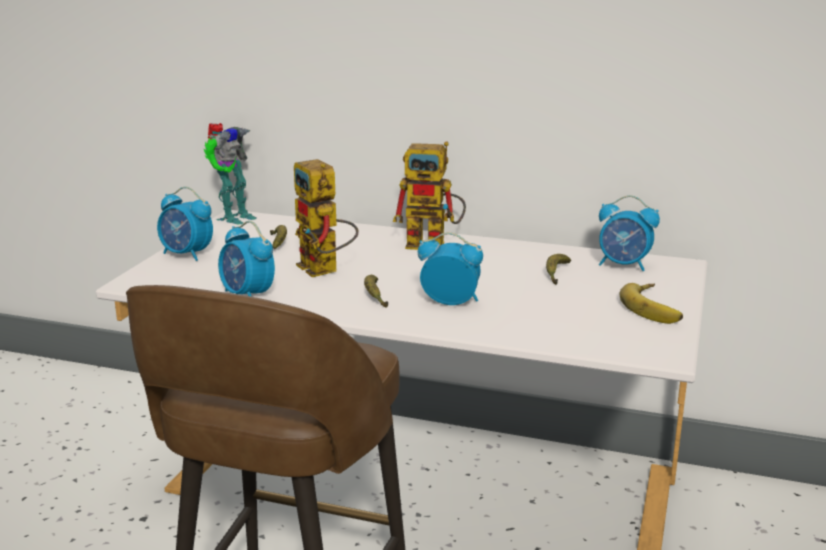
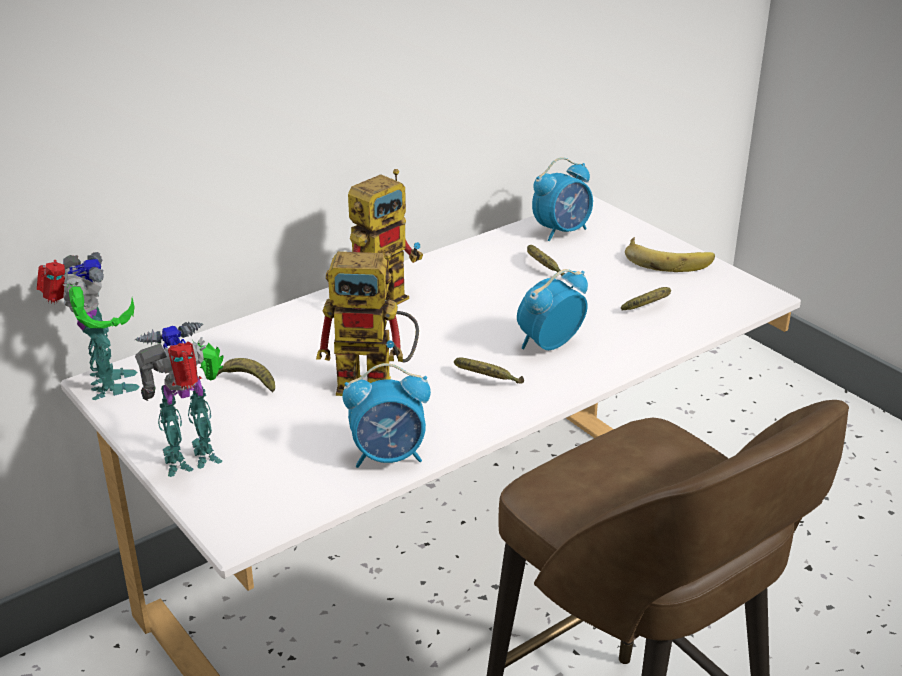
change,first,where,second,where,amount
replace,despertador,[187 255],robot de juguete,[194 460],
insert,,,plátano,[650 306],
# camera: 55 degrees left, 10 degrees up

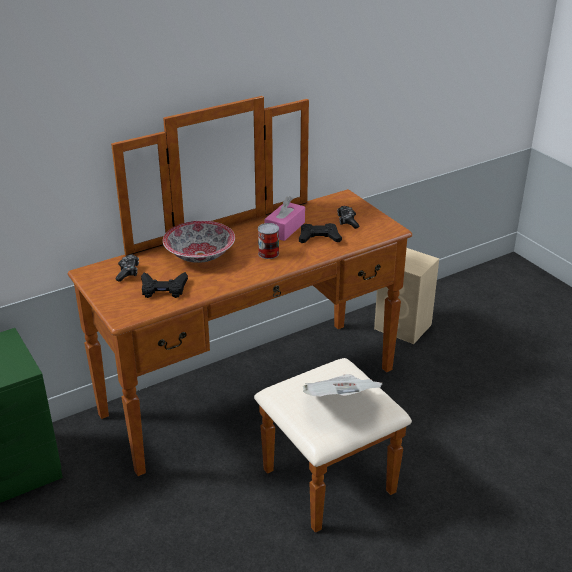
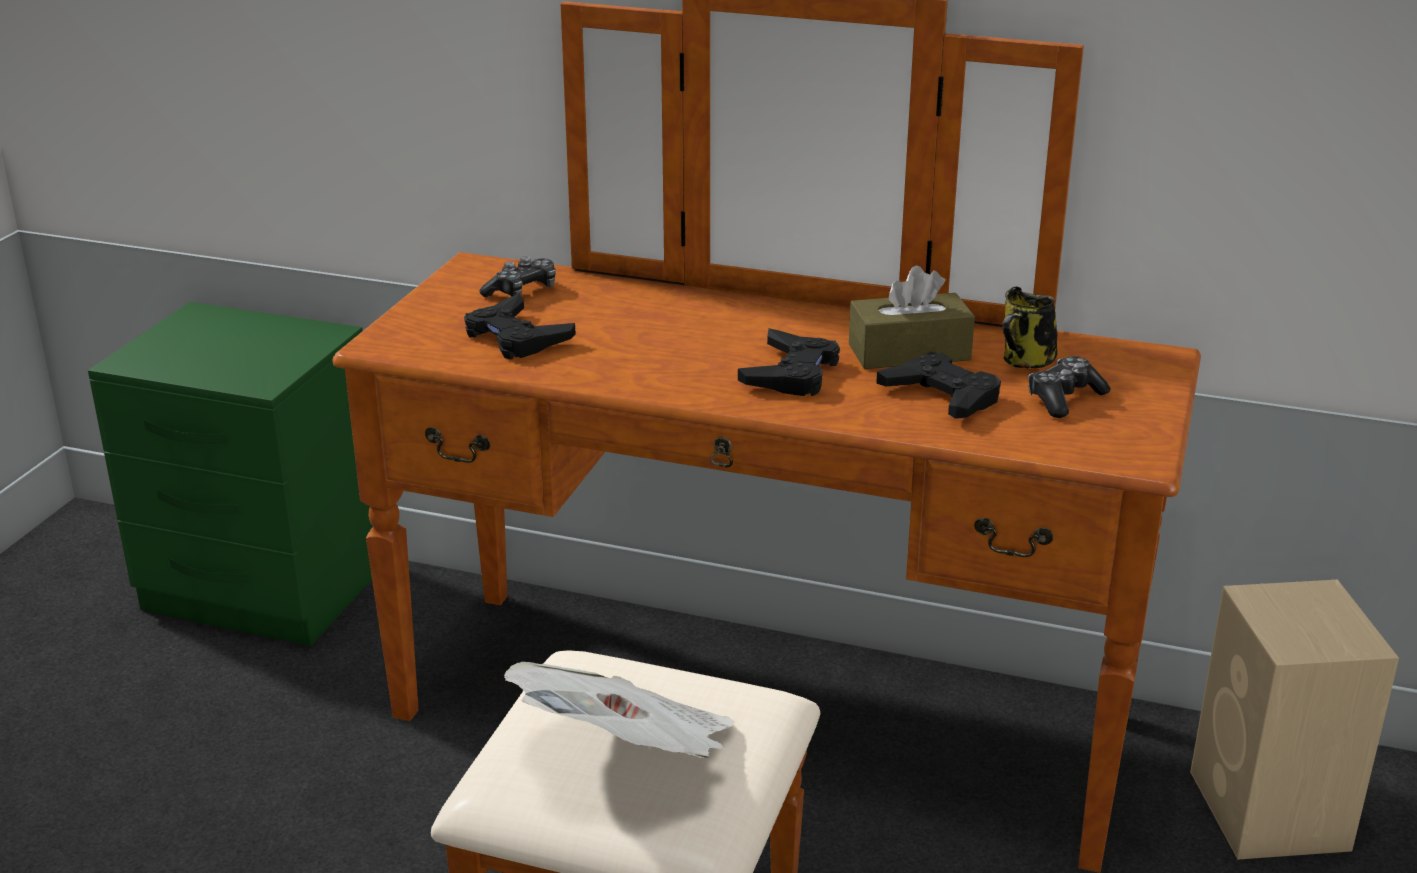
change,first,where,second,where,amount
recolor,caja de pañuelos [rosa],[285 229],caja de pañuelos [marrón],[909 352],
delete,cuenco,[199 255],,,
replace,lata,[268 253],mando de consola [negro],[791 373],
insert,,,taza grande,[1025 362],
# camera: 50 degrees right, 5 degrees down

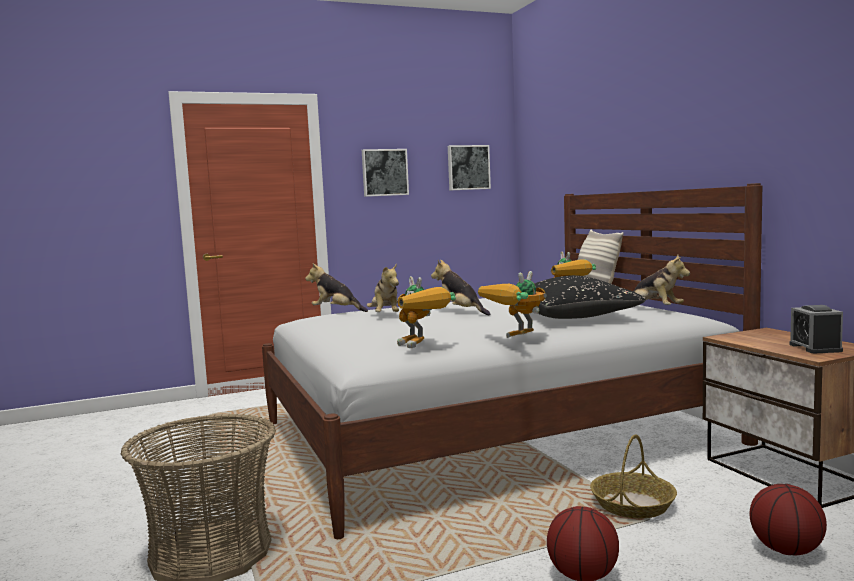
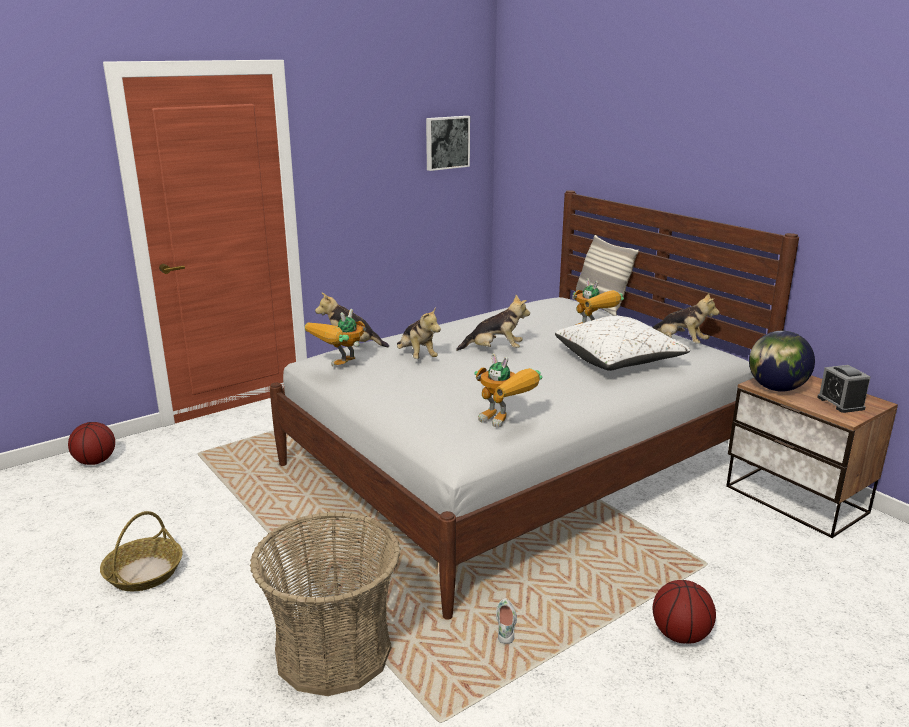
change,first,where,second,where,amount
delete,cuadro,[384 172],,,
rotate,peluche,[460 312],,[494 350],150 degrees clockwise
move,robot de juguete,[517 339],,[340 368],
recolor,cojín [negro],[577 317],cojín [blanco],[619 360],
move,cesta,[632 504],,[144 572],
move,balón de baloncesto,[786 550],,[95 462],
insert,,,globo terráqueo,[776 388],
insert,,,zapato [blanco],[506 625],
# camera: 15 degrees left, 15 degrees up

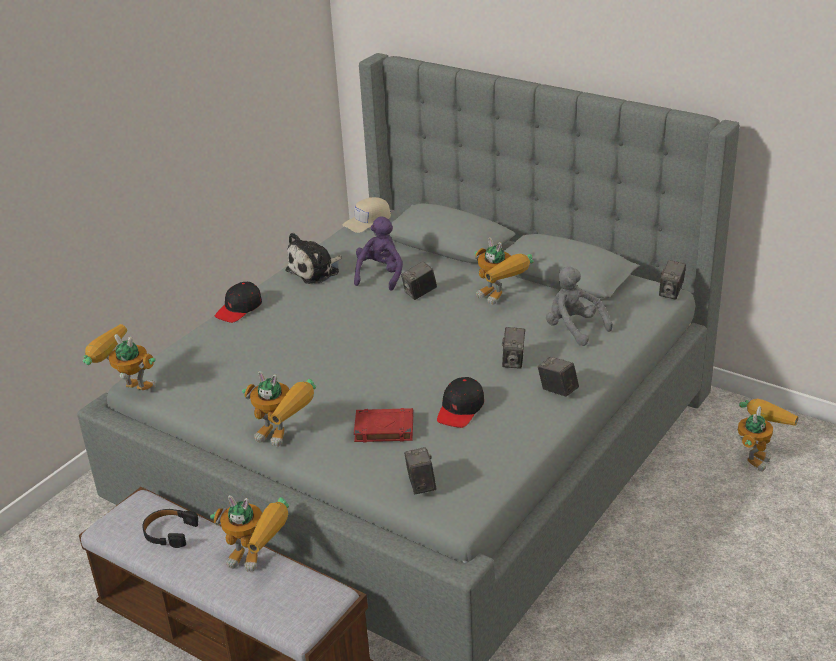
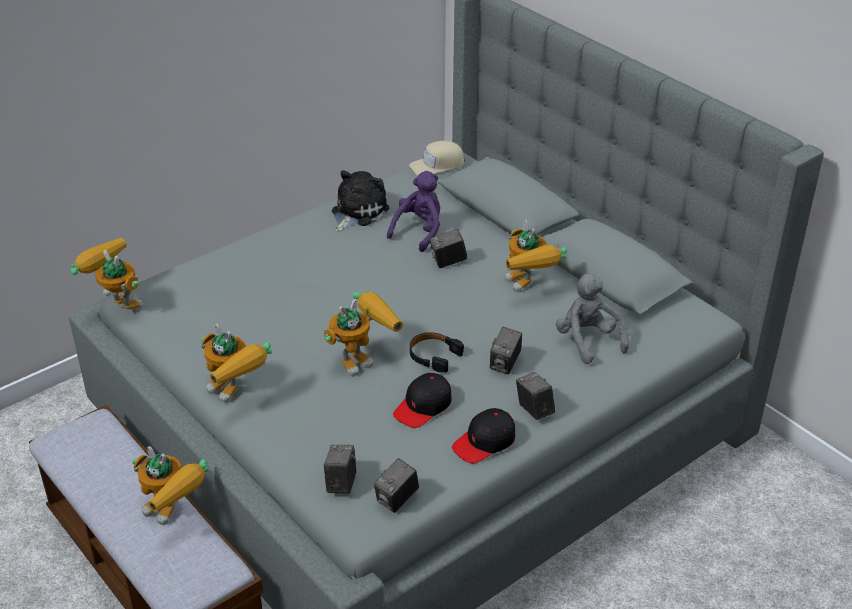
change,first,where,second,where,amount
rotate,peluche,[315 271],,[357 212],150 degrees clockwise
move,cámara,[671 293],,[397 499],
move,gorra [negro],[239 309],,[484 442],
move,robot de juguete,[756 455],,[362 357],
delete,libro [rojo],[383 429],,,
move,auriculares [negro],[169 532],,[433 356],
# camera: 15 degrees right, 5 degrees up

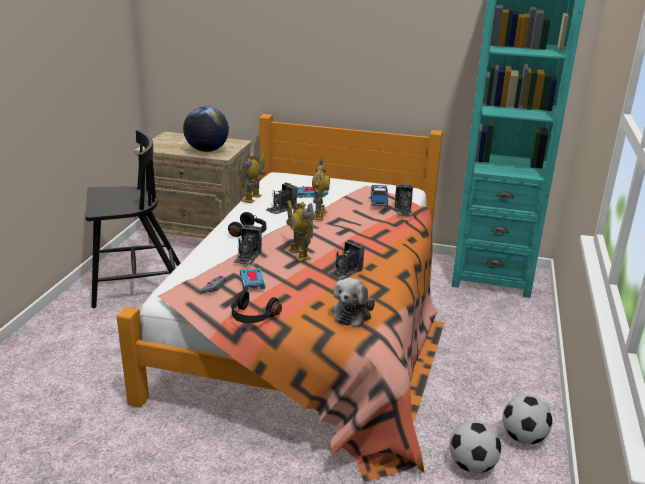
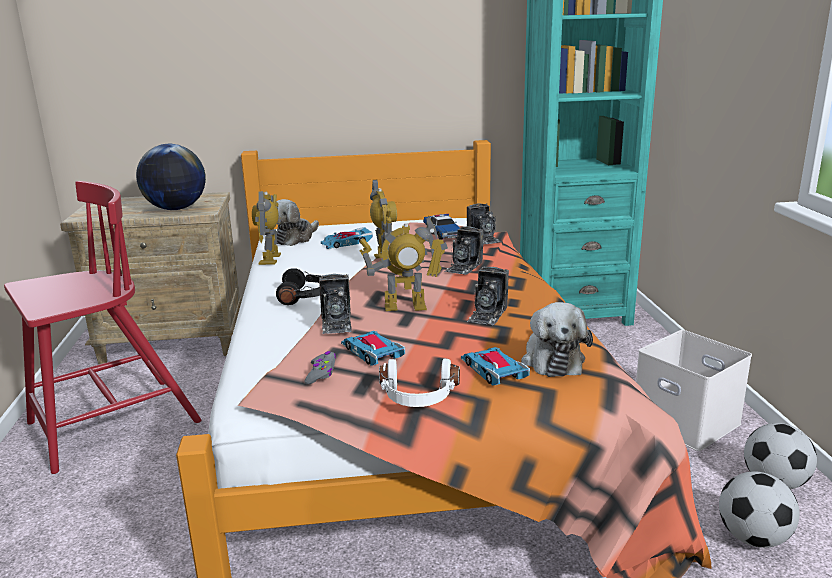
change,first,where,second,where,amount
recolor,silla [negro],[136 285],silla [rojo],[110 424],
move,cámara,[281 209],,[464 267],
rotate,robot de juguete,[299 254],,[405 307],45 degrees counterclockwise
recolor,auriculares [negro],[252 317],auriculares [blanco],[418 398],
insert,,,peluche,[295 238],
insert,,,caja de almacenaje [blanco],[688 421],
insert,,,coche de juguete,[493 371],
# camera: 20 degrees left, 5 degrees down

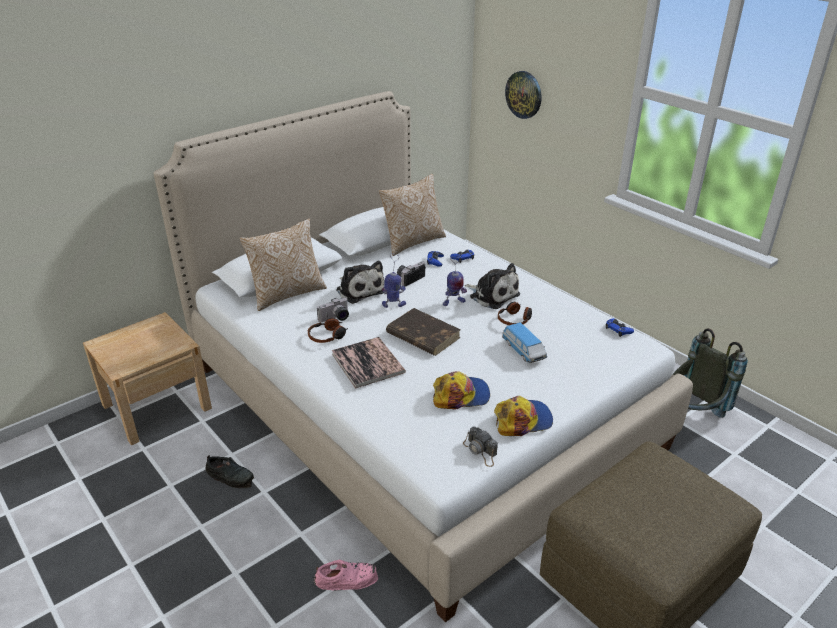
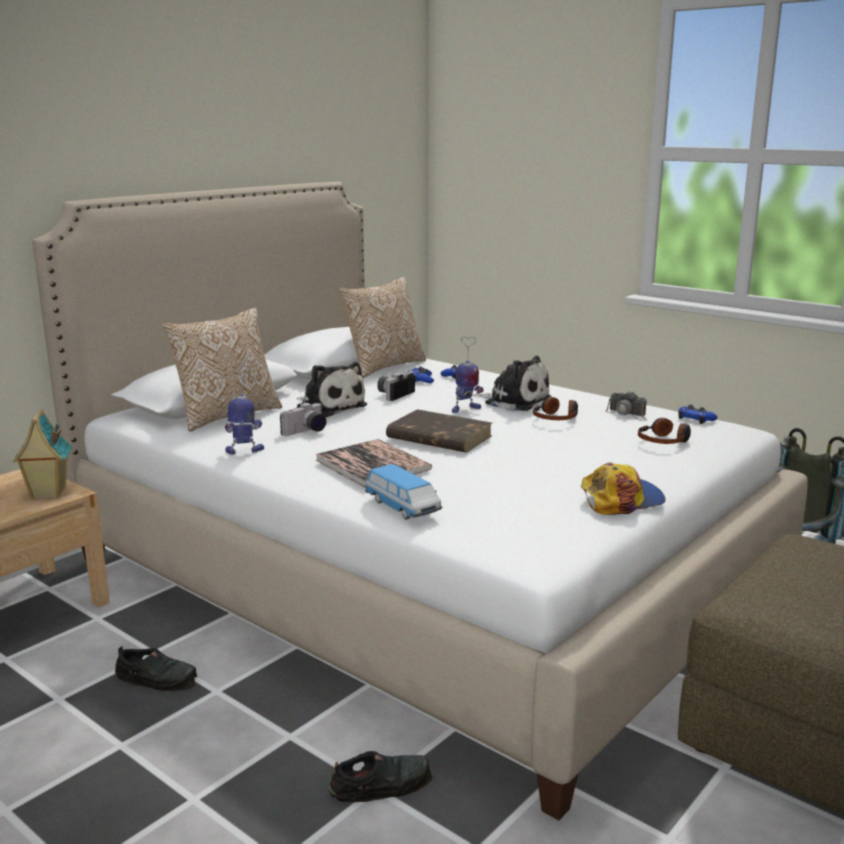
change,first,where,second,where,amount
delete,reloj de pared,[524 94],,,
move,robot de juguete,[394 304],,[245 450],
move,auriculares,[328 336],,[664 441],
move,coche de juguete,[523 351],,[402 507],
delete,gorra,[461 395],,,
move,cámara,[481 451],,[627 414],
recolor,zapato [rosa],[347 579],zapato [negro],[382 784],
insert,,,casita,[47 493],
# camera: 10 degrees left, 15 degrees down

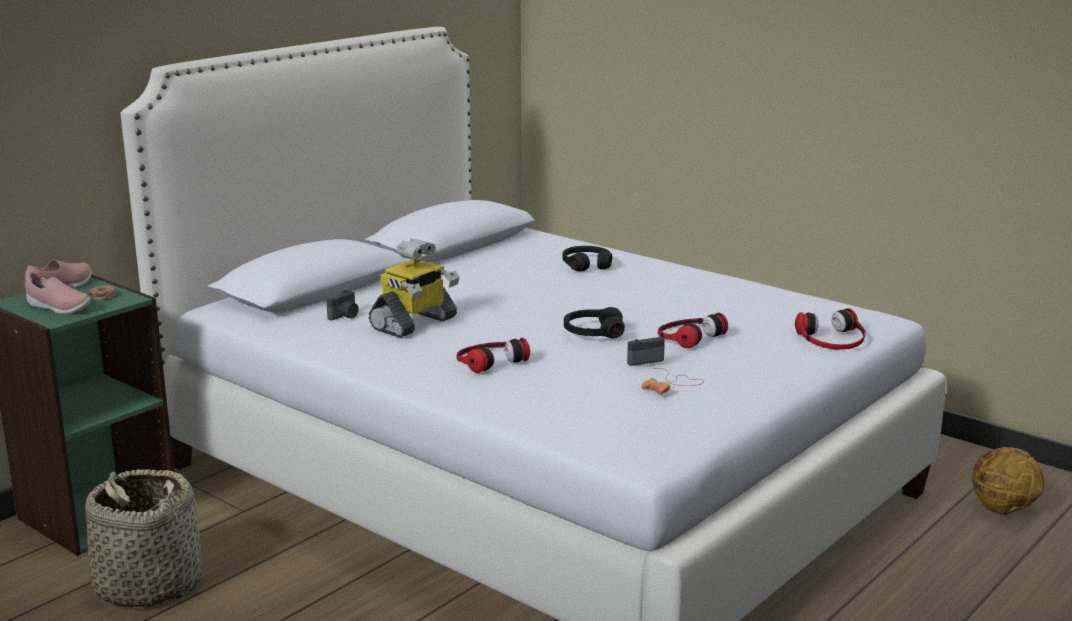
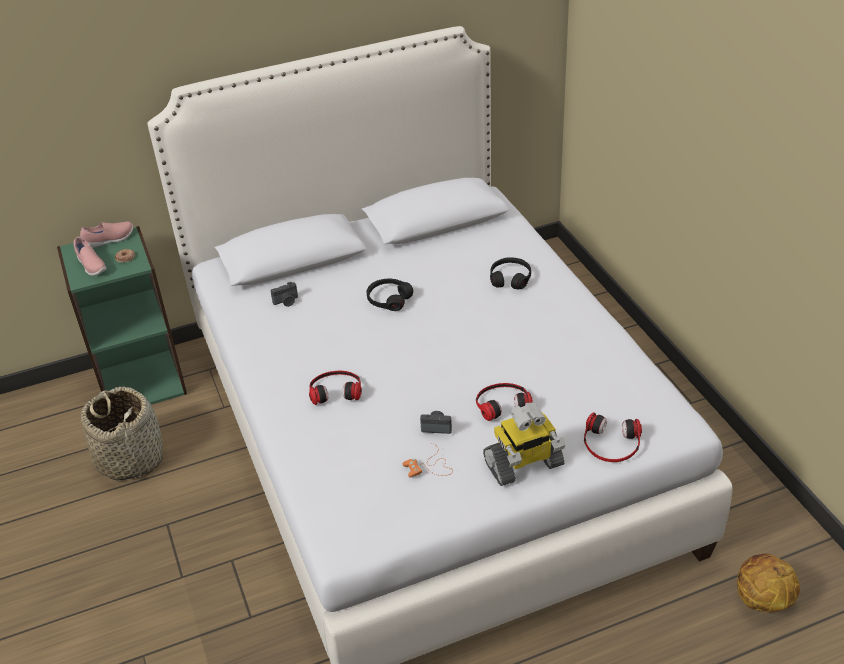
change,first,where,second,where,amount
move,robot de juguete,[414 324],,[523 464],
move,auriculares [negro],[593 332],,[389 299],
# camera: 30 degrees right, 20 degrees up

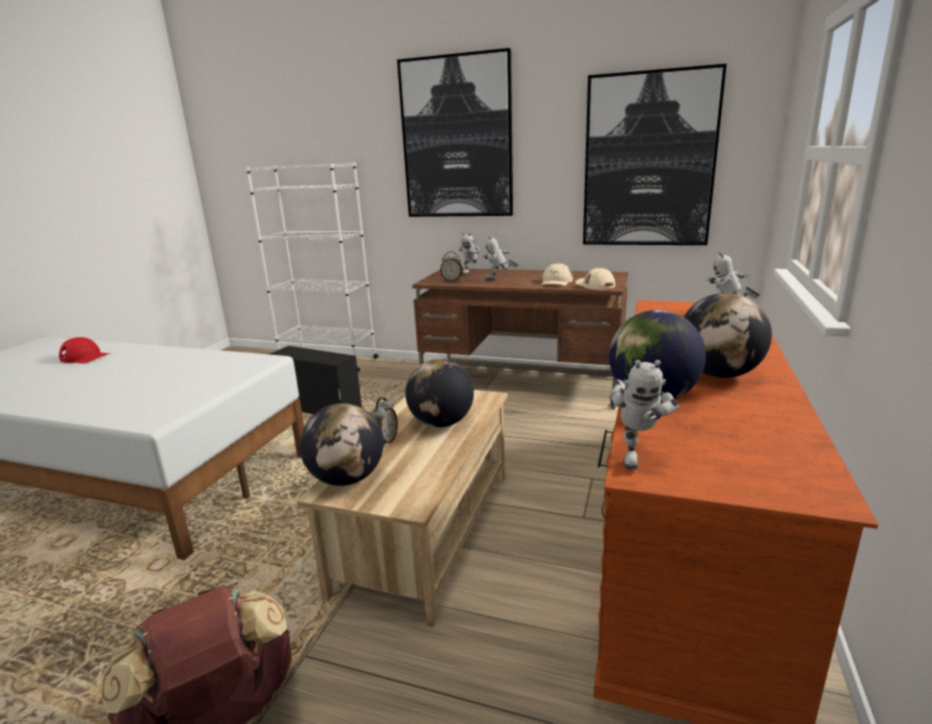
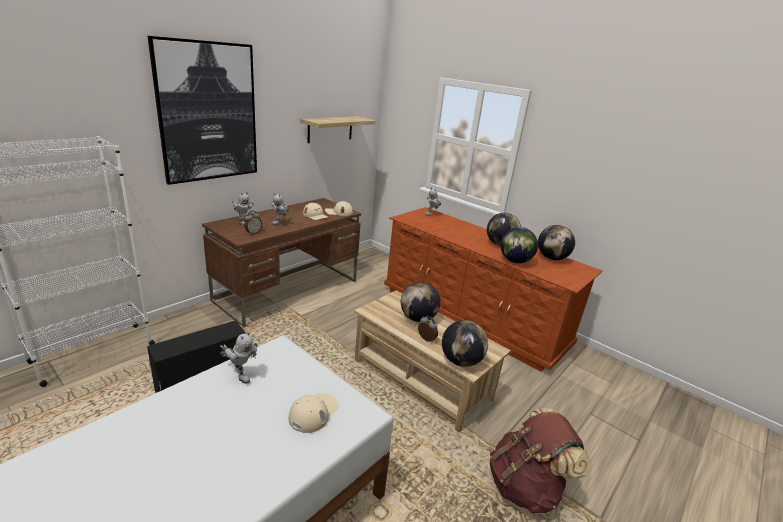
change,first,where,second,where,amount
replace,cuadro,[648 161],estante,[330 129],
delete,gorra [rojo],[85 357],,,
move,robot de juguete,[635 455],,[240 374],
insert,,,globo terráqueo,[551 258],
insert,,,gorra [beis],[313 413],
# camera: 70 degrees left, 5 degrees up

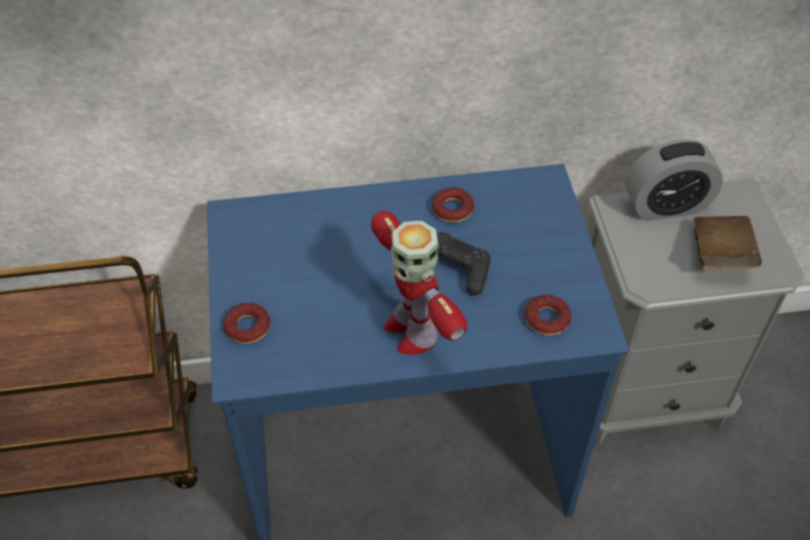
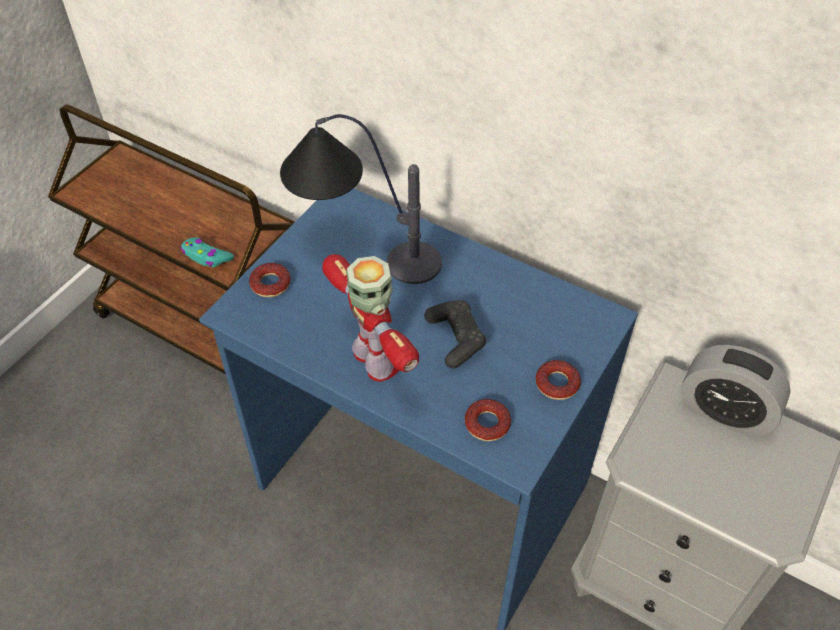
change,first,where,second,where,amount
move,rosquilla,[452 209],,[557 383],
rotate,robot de juguete,[411 330],,[376 361],135 degrees clockwise
delete,libro [marrón],[720 256],,,
insert,,,lámpara de mesa,[360 250],
insert,,,mando de consola [turquesa],[206 257],
# camera: 40 degrees right, 0 degrees up

